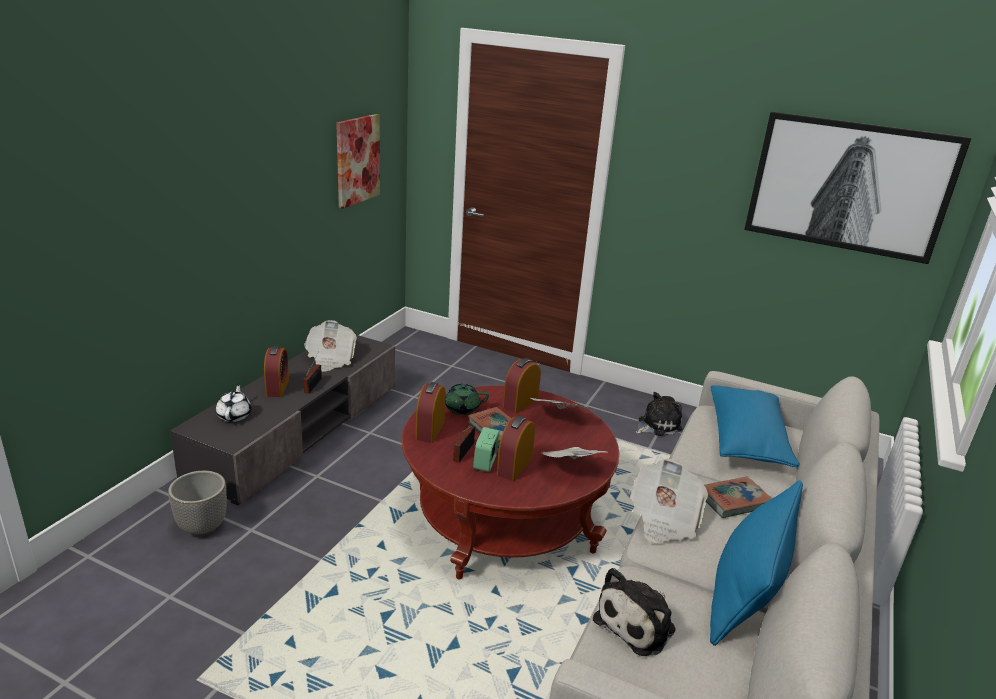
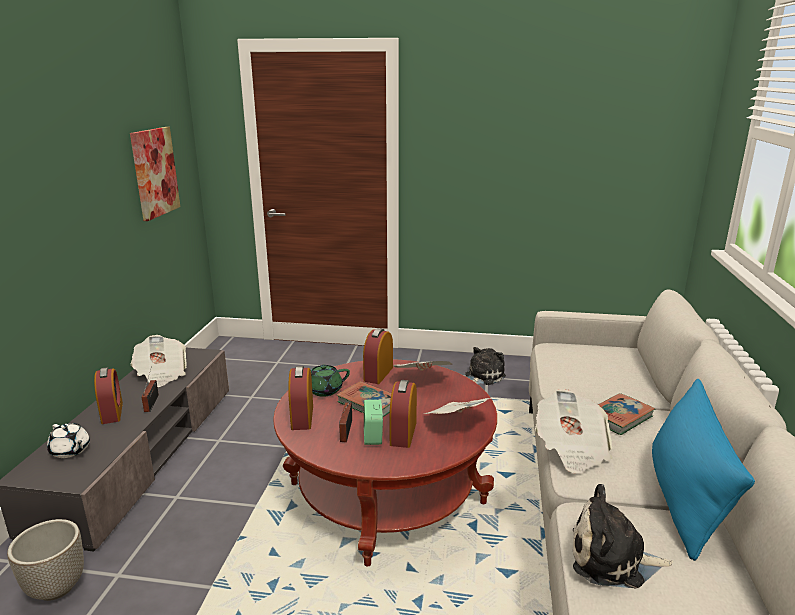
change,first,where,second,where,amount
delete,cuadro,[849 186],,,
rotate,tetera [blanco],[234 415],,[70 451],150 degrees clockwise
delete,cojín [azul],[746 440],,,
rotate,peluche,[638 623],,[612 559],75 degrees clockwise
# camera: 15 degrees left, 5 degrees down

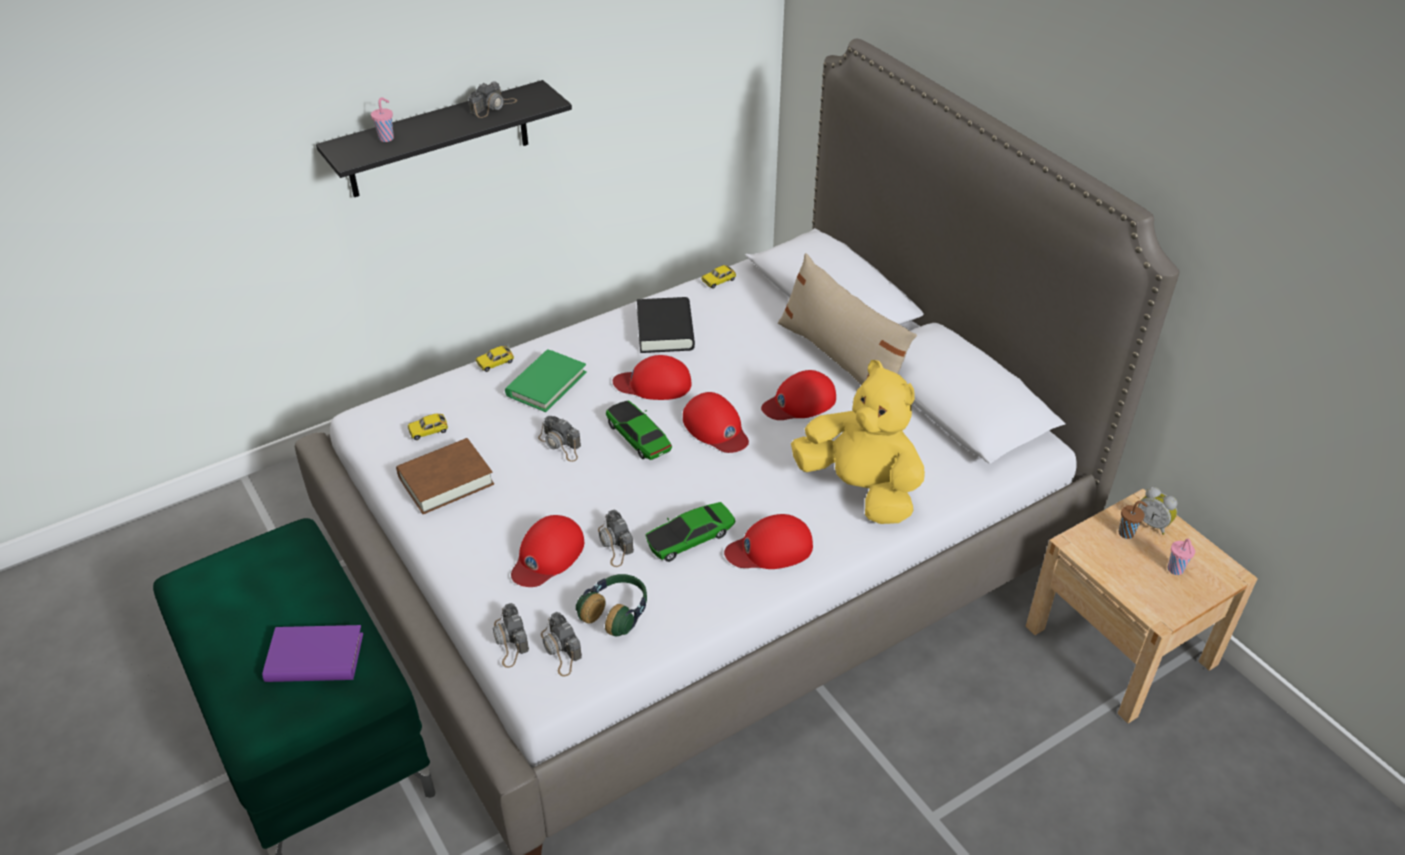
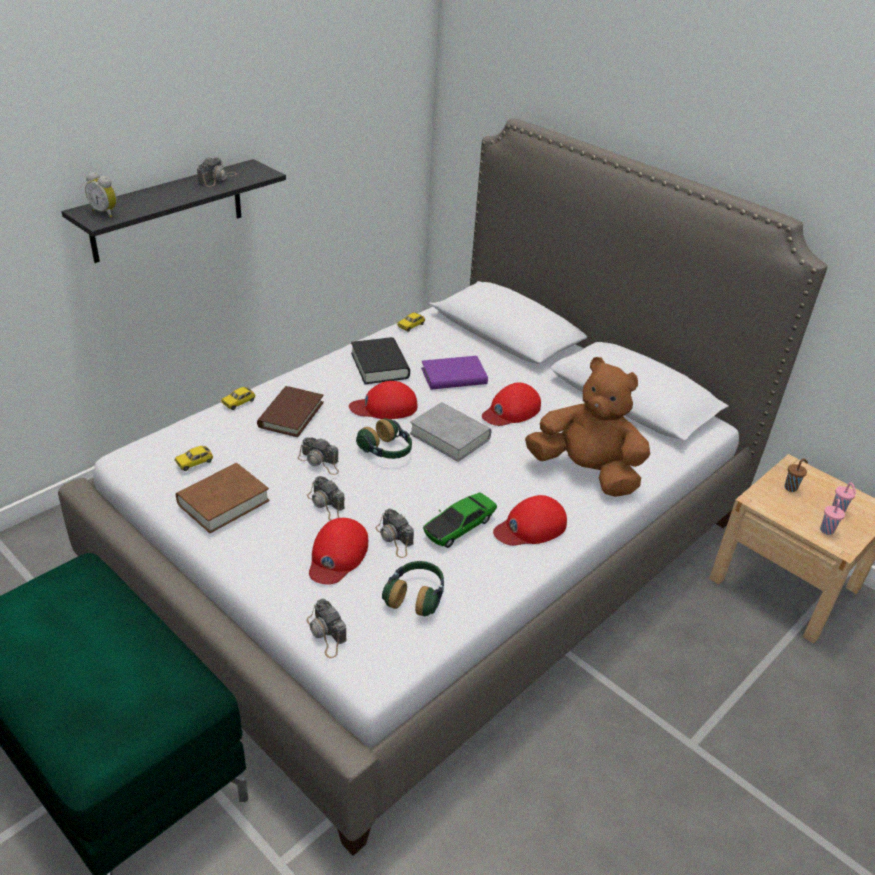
change,first,where,second,where,amount
move,taza [rosa],[387 138],,[826 530],
delete,cojín [beis],[840 360],,,
recolor,libro [verde],[546 384],libro [marrón],[291 414],
recolor,peluche [amarillo],[860 489],peluche [marrón],[586 472],
replace,gorra [rojo],[716 428],libro [gris],[450 436],
replace,coche de juguete,[638 438],auriculares,[386 451],
move,despertador,[1153 524],,[106 212],
move,cámara,[561 650],,[326 504],
move,libro [morado],[315 658],,[454 376],
# camera: 15 degrees left, 5 degrees down

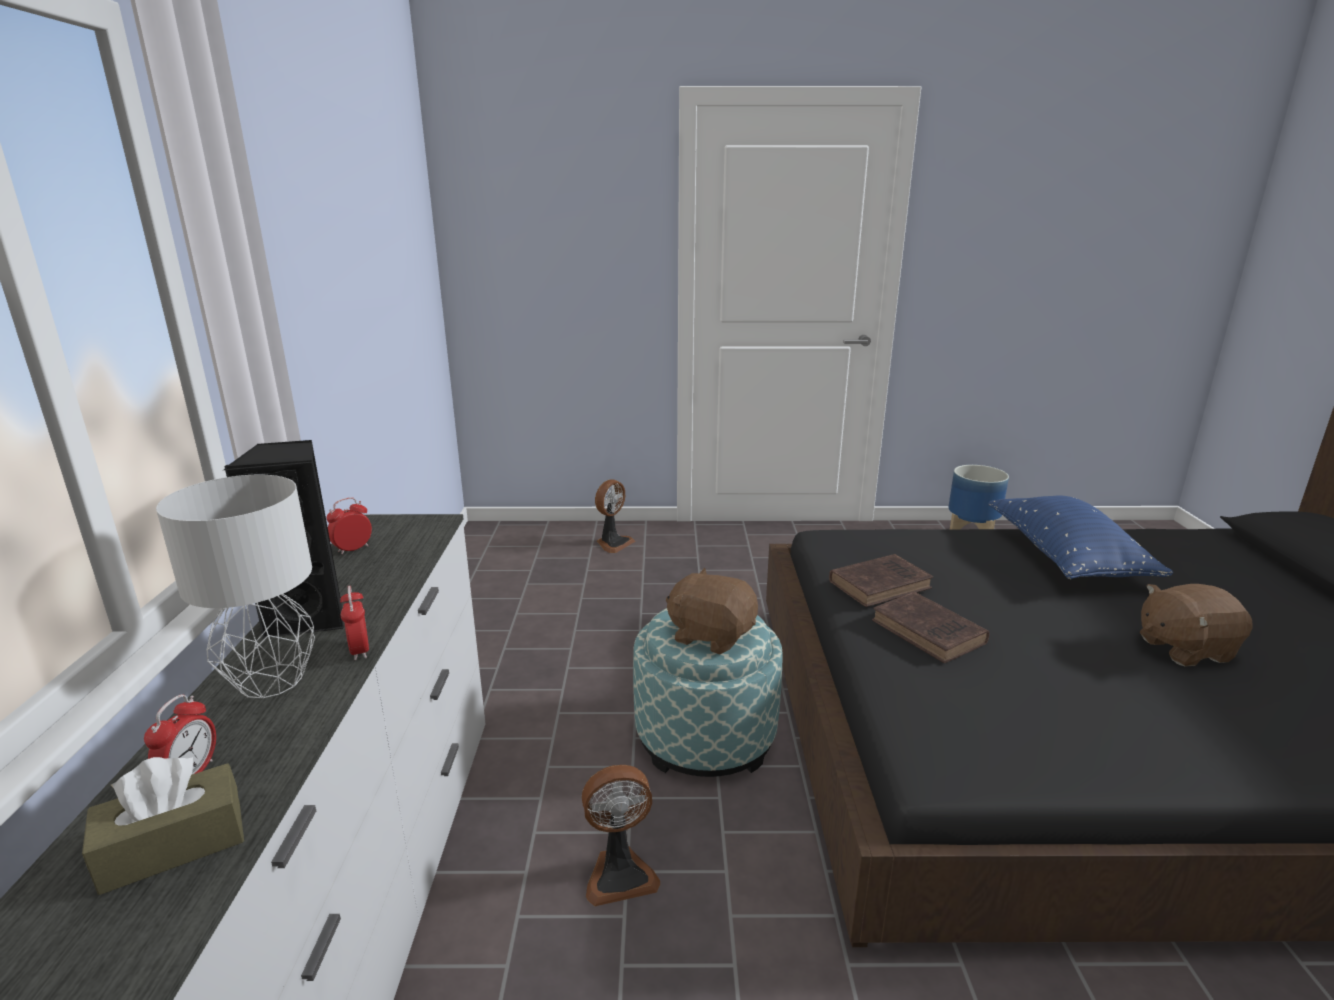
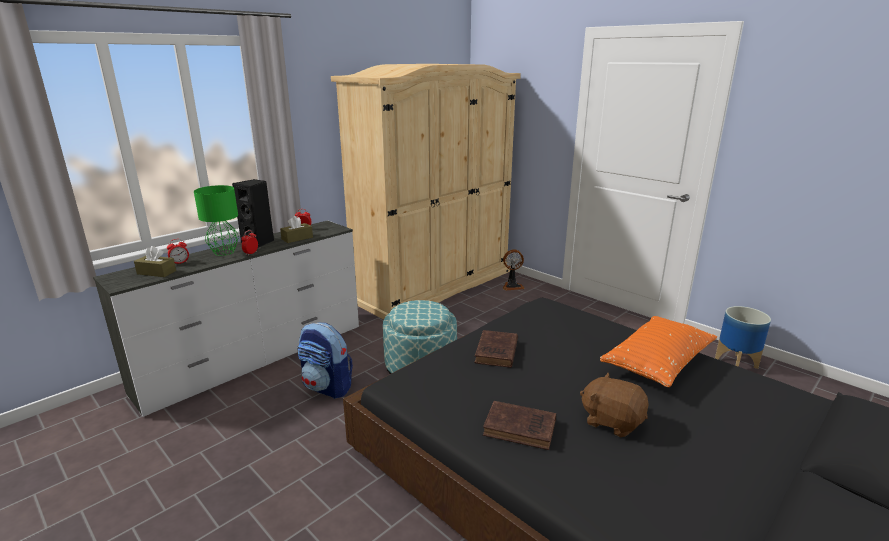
change,first,where,second,where,amount
recolor,lámpara de mesa [gris],[272 682],lámpara de mesa [verde],[224 252],
recolor,cojín [azul],[1066 558],cojín [naranja],[657 363],
move,libro [marrón],[881 584],,[521 428],
delete,peluche [marrón],[711 635],,,
replace,ventilador,[620 874],mochila,[327 387],
insert,,,armario ropero [beis],[434 285],
insert,,,caja de pañuelos [marrón],[297 238],
# camera: 45 degrees right, 0 degrees up

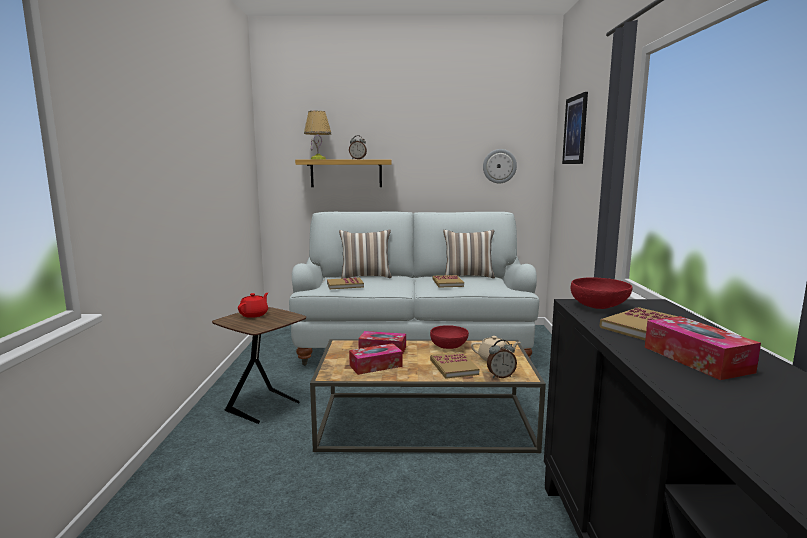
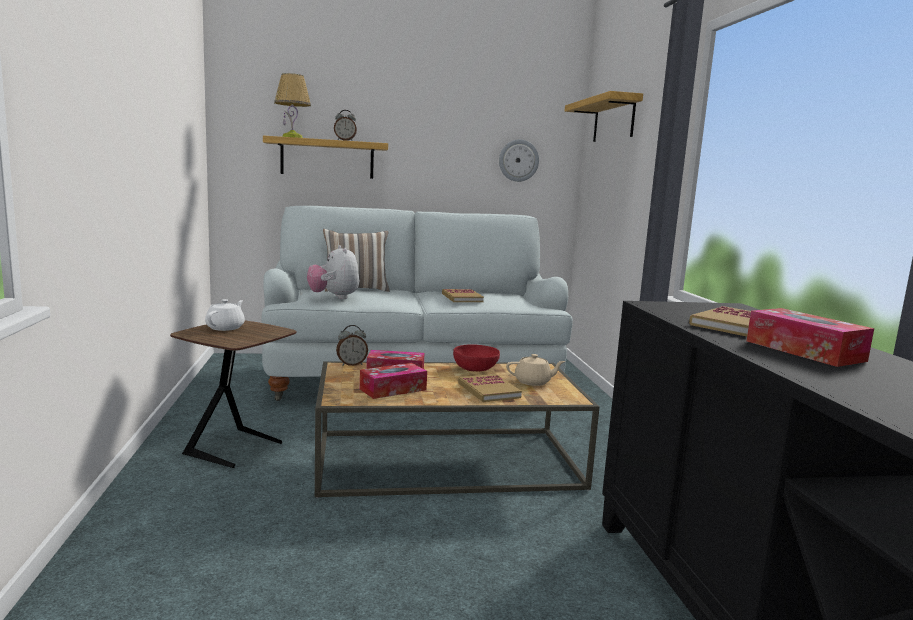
change,first,where,second,where,amount
replace,cuadro,[575 130],estante,[613 120],
delete,cojín,[468 276],,,
replace,libro,[345 285],peluche,[334 297],
delete,cuenco [rojo],[600 307],,,
recolor,tetera [rojo],[254 314],tetera [blanco],[226 327],
move,despertador,[500 376],,[351 364],
# camera: 10 degrees left, 0 degrees up

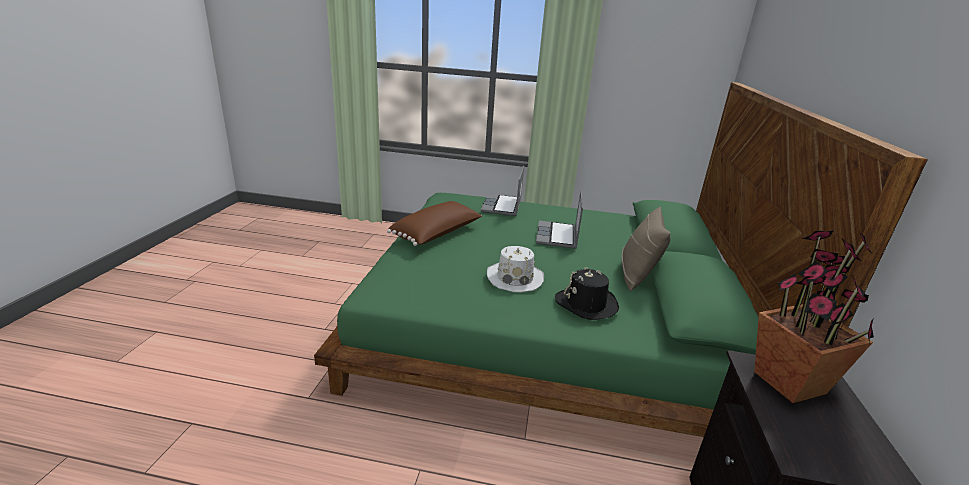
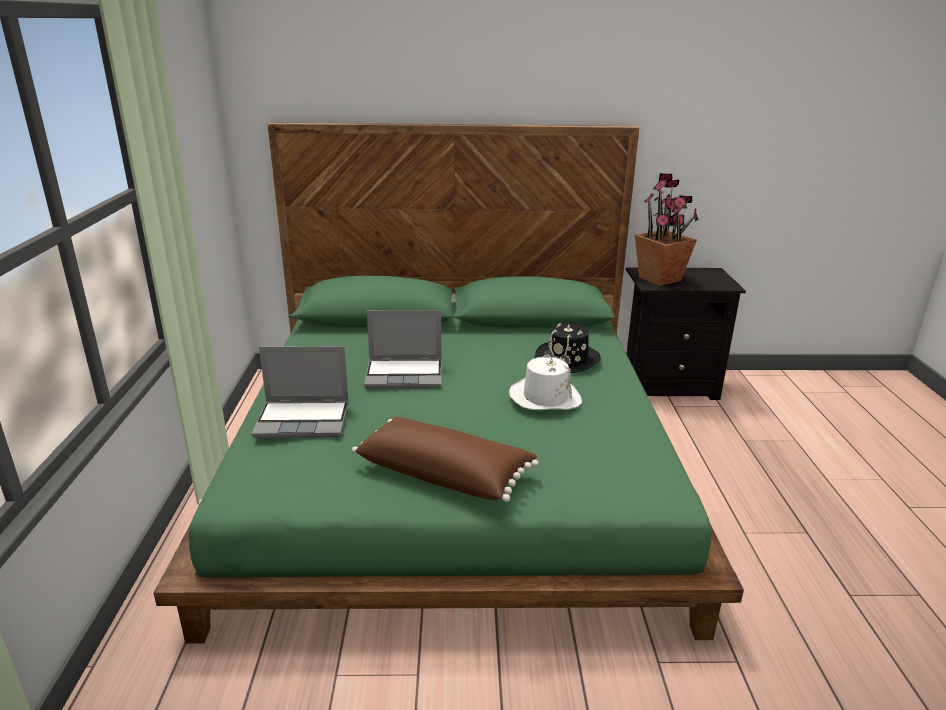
change,first,where,second,where,amount
delete,cojín [beis],[636 275],,,
# camera: 100 degrees left, 0 degrees up

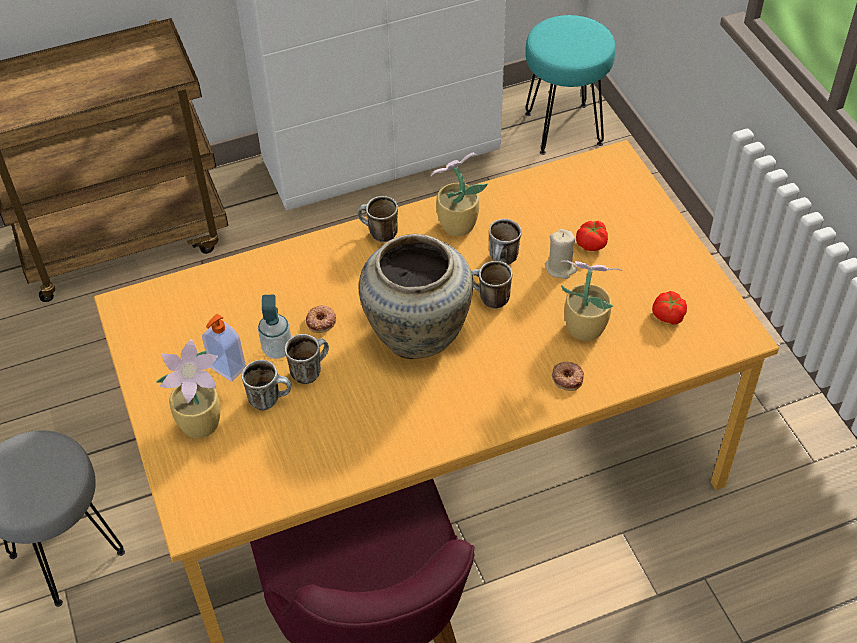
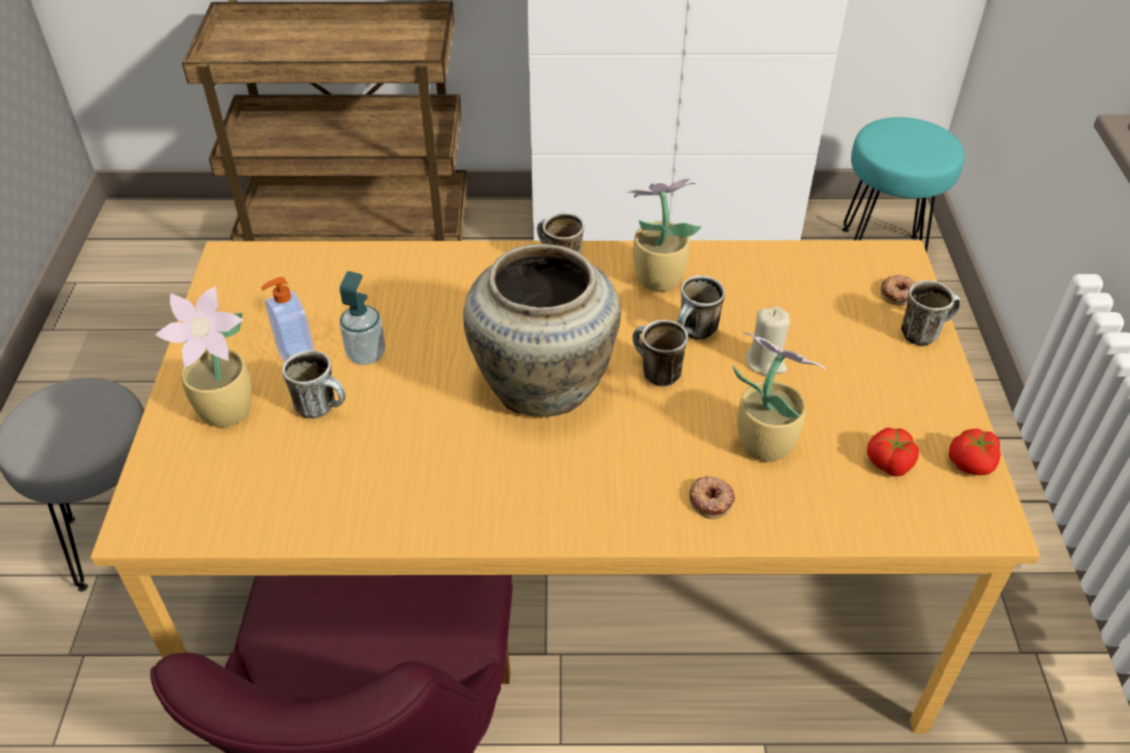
change,first,where,second,where,amount
move,tomate,[592 243],,[972 463],
move,rosquilla,[321 321],,[899 294],
move,taza grande,[309 370],,[924 332],
# camera: 20 degrees right, 5 degrees down

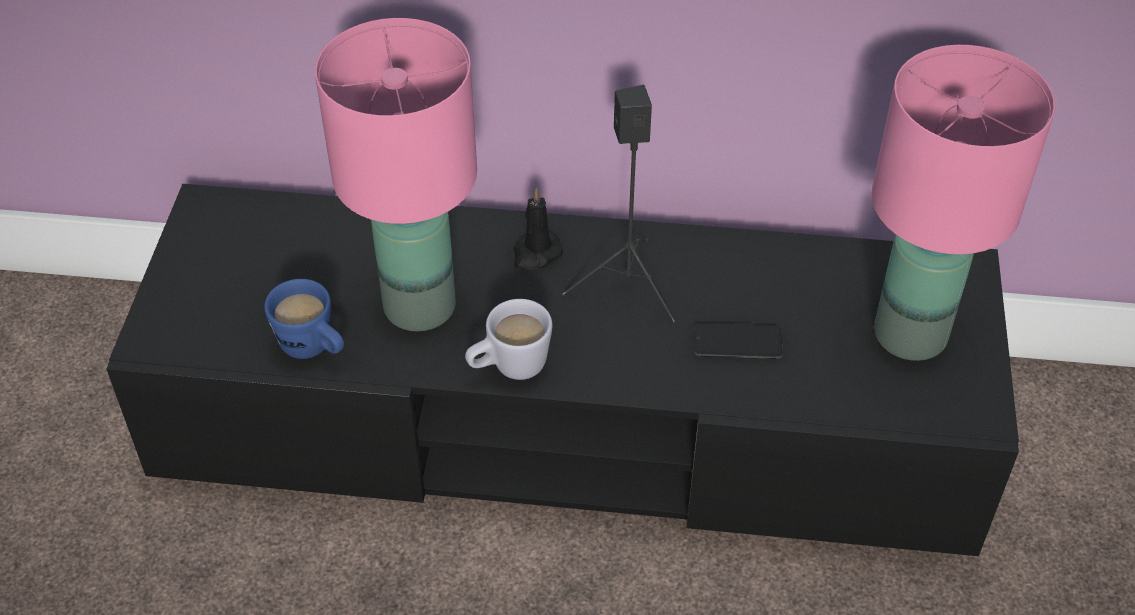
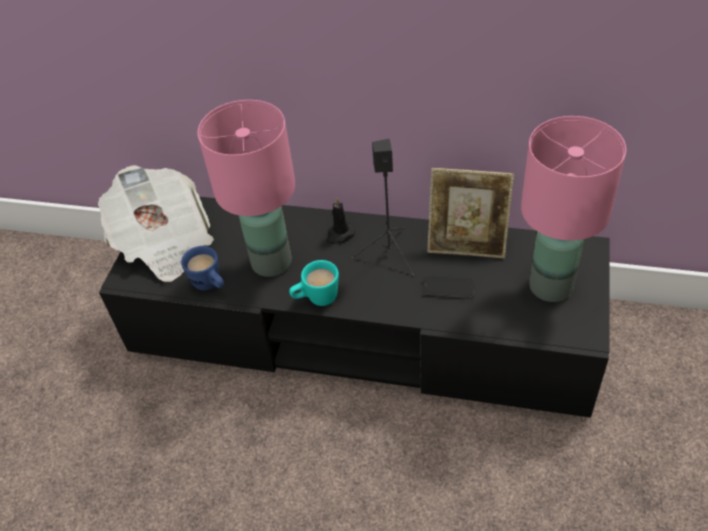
change,first,where,second,where,amount
recolor,taza grande [blanco],[509 368],taza grande [turquesa],[316 299],
insert,,,periódico,[163 242],
insert,,,portarretratos,[467 245],
# camera: 10 degrees right, 0 degrees up

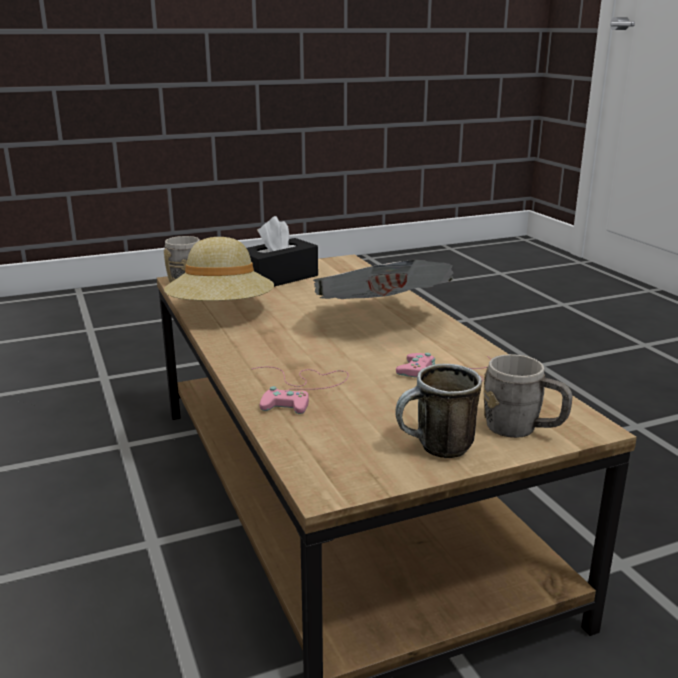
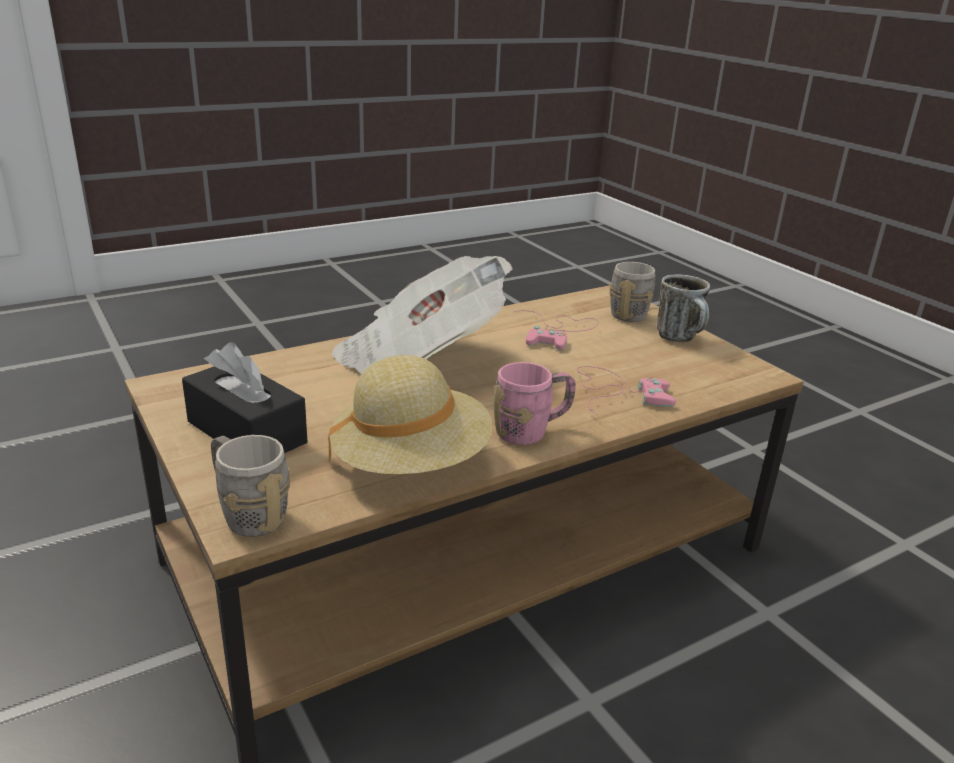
change,first,where,second,where,amount
insert,,,taza grande [rosa],[531 431],
# camera: 100 degrees left, 5 degrees up

